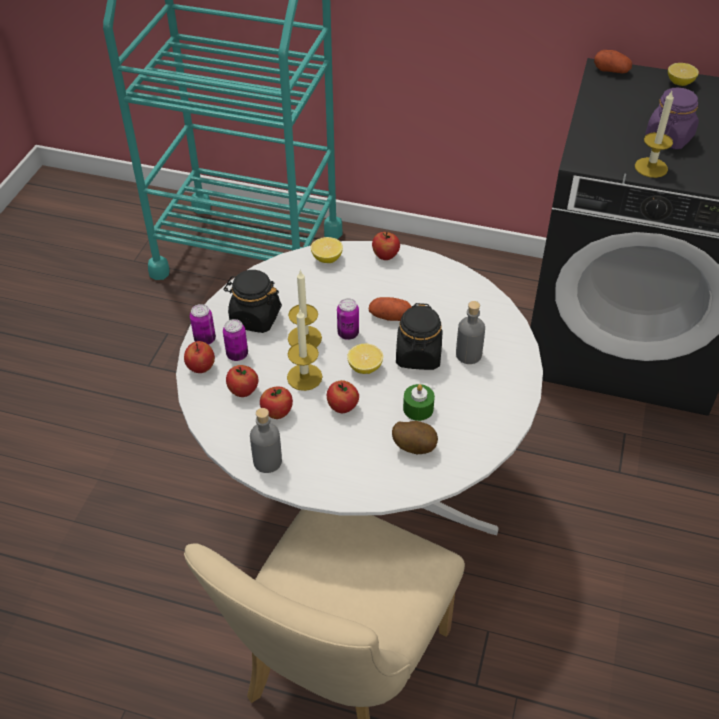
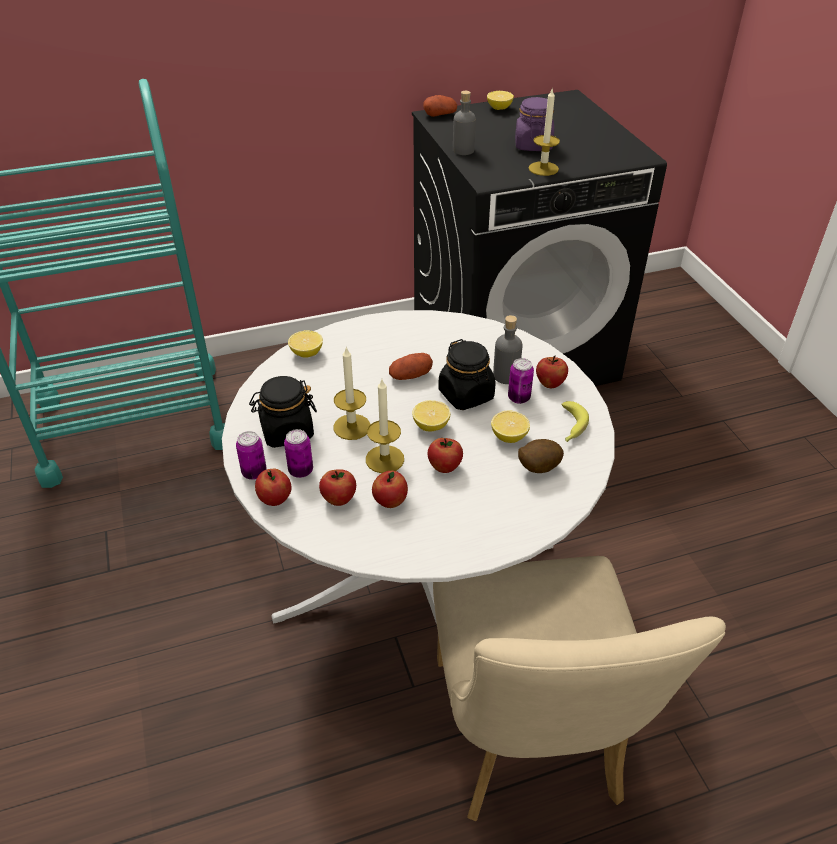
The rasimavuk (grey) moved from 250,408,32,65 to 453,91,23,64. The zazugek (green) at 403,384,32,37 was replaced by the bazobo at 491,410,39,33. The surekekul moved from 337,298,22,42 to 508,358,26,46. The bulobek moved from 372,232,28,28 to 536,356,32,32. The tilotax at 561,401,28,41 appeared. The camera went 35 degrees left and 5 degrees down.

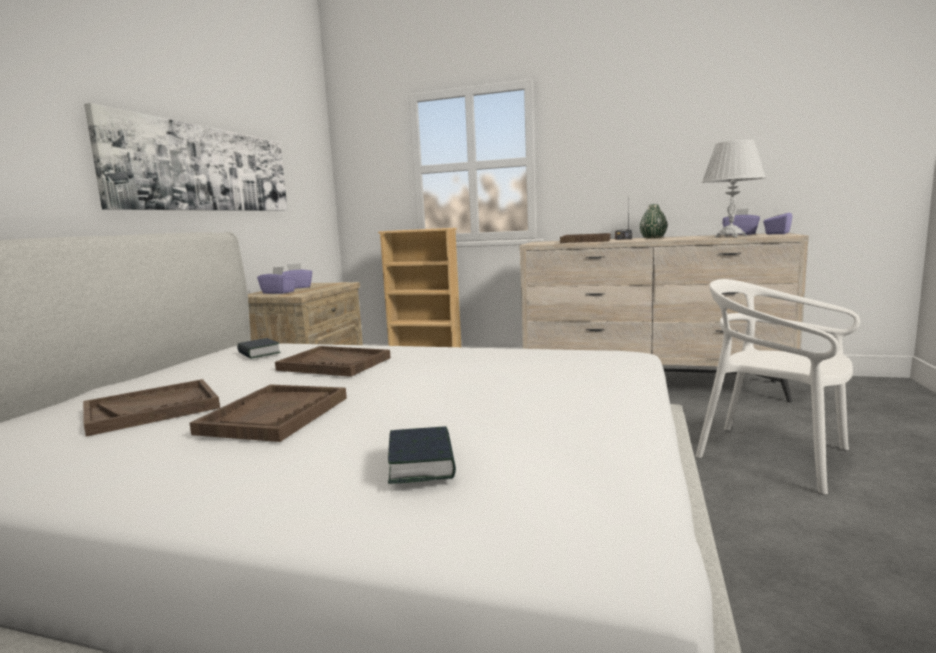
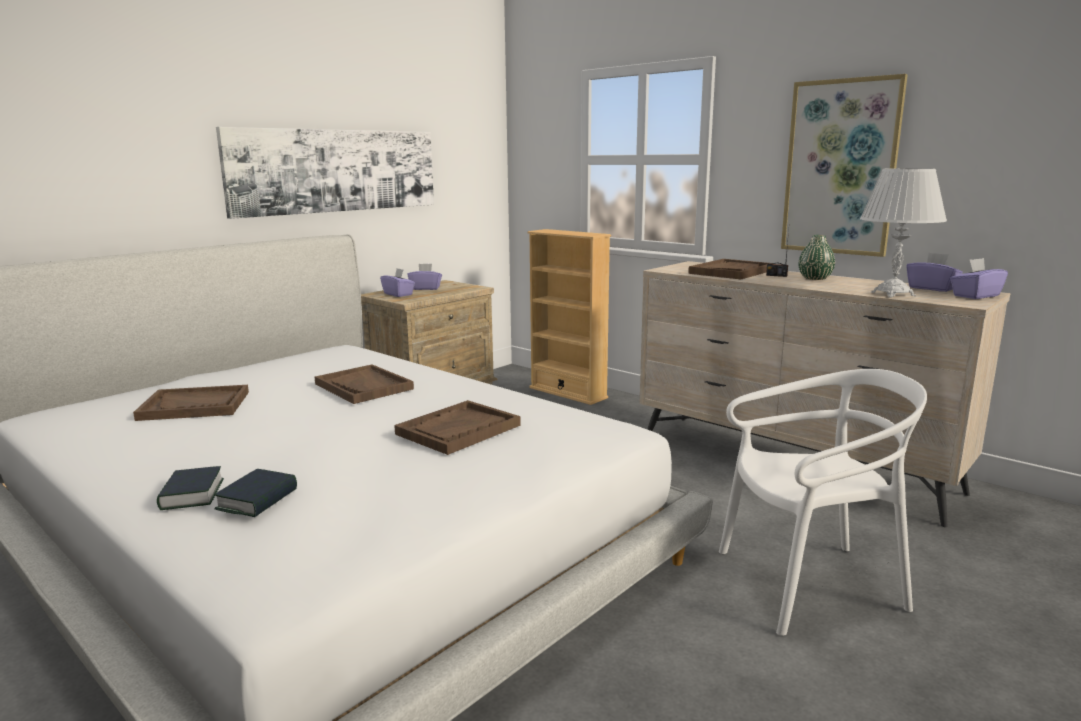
The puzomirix moved from 237,338,44,21 to 157,466,67,44. The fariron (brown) moved from 190,384,157,58 to 394,400,127,55. The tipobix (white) at 696,279,164,216 turned 105 degrees clockwise. The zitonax at 781,74,127,183 appeared. The camera went 25 degrees right and 5 degrees up.

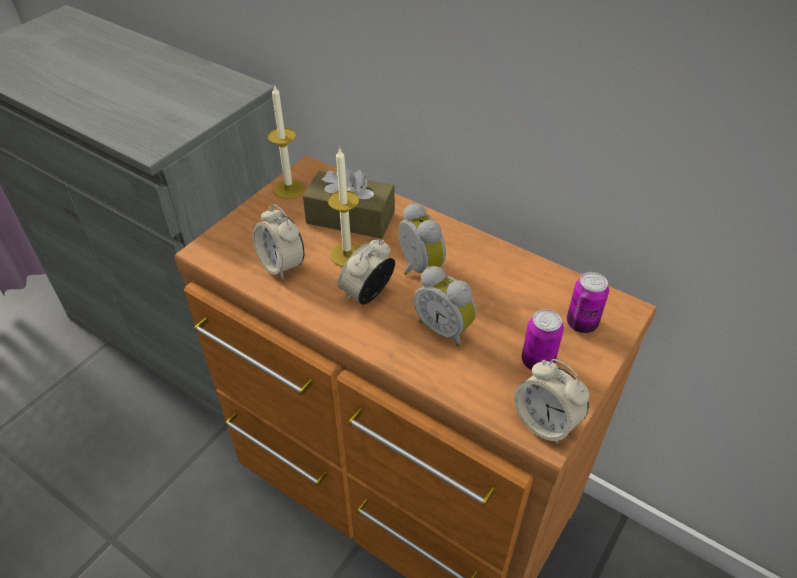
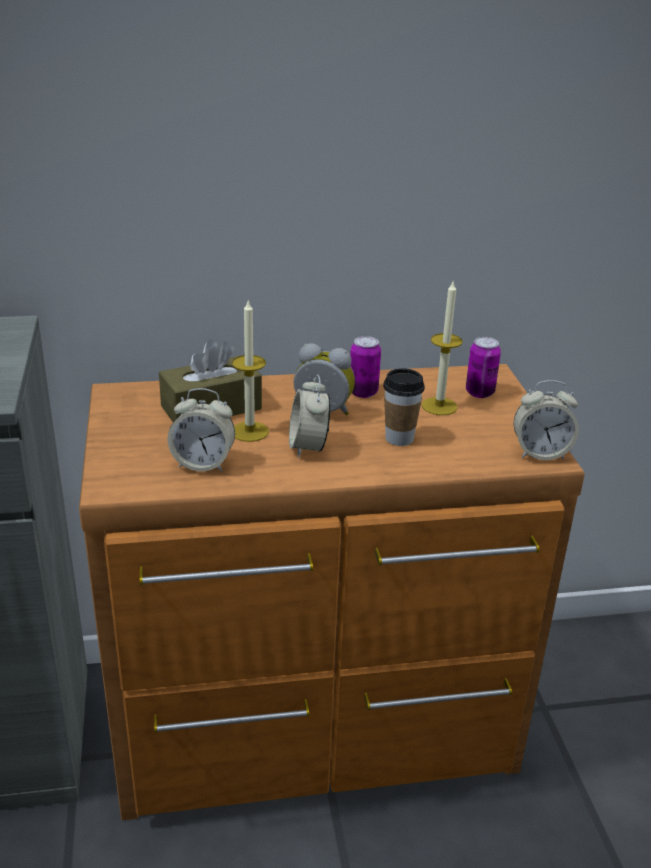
The surekekul moved from 522,309,42,61 to 350,336,31,62. The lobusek at 414,266,62,81 was replaced by the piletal at 383,368,42,78. The zazugek moved from 268,84,37,115 to 422,282,41,133. The camera went 45 degrees left and 15 degrees down.

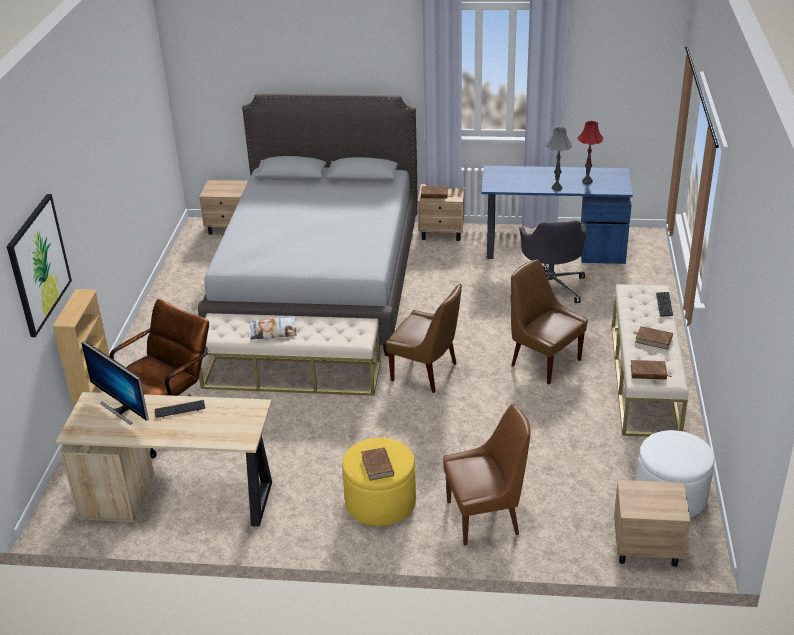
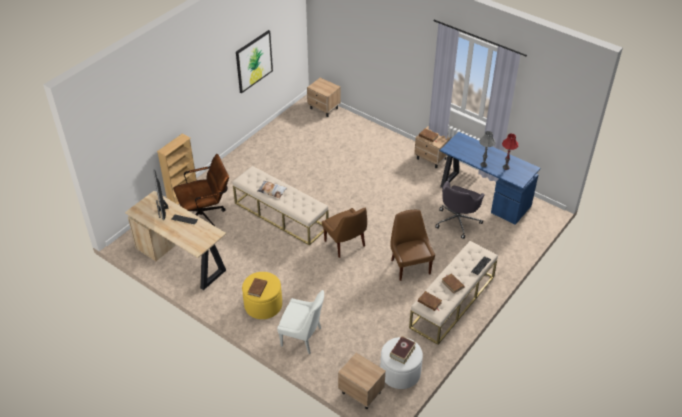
The zitonax moved from 7,194,65,143 to 236,30,37,63. The tipobix (brown) at 443,404,88,142 became the tipobix (white) at 277,290,47,64. The puzomirix at 390,336,26,28 appeared. The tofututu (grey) at 198,94,219,262 disappeared. The camera went 30 degrees right and 10 degrees up.

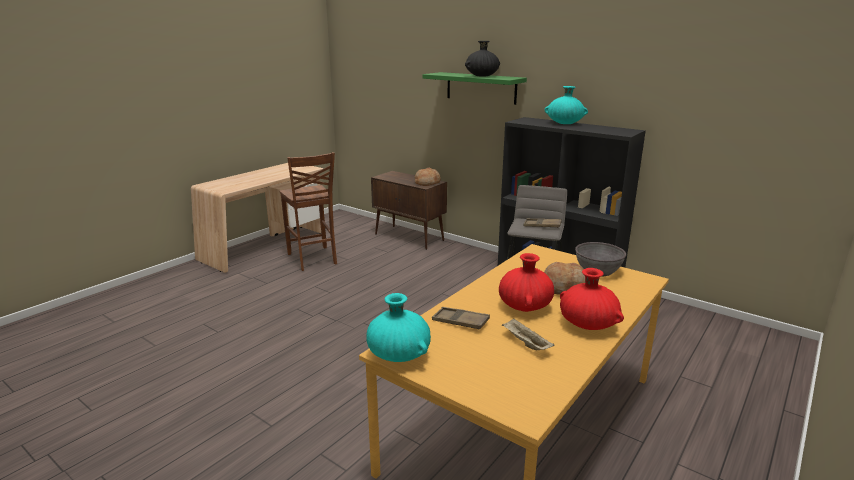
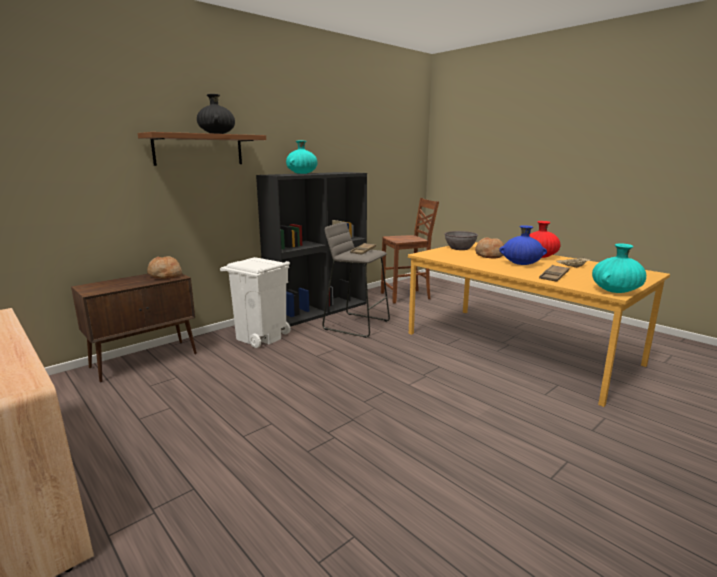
The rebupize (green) at 422,72,105,33 became the rebupize (brown) at 138,132,128,34. The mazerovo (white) at 220,257,71,91 appeared. The tipobix (brown) moved from 279,152,58,119 to 381,198,58,106. The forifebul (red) at 499,253,55,59 became the forifebul (blue) at 499,225,48,40. The camera went 80 degrees left and 5 degrees down.

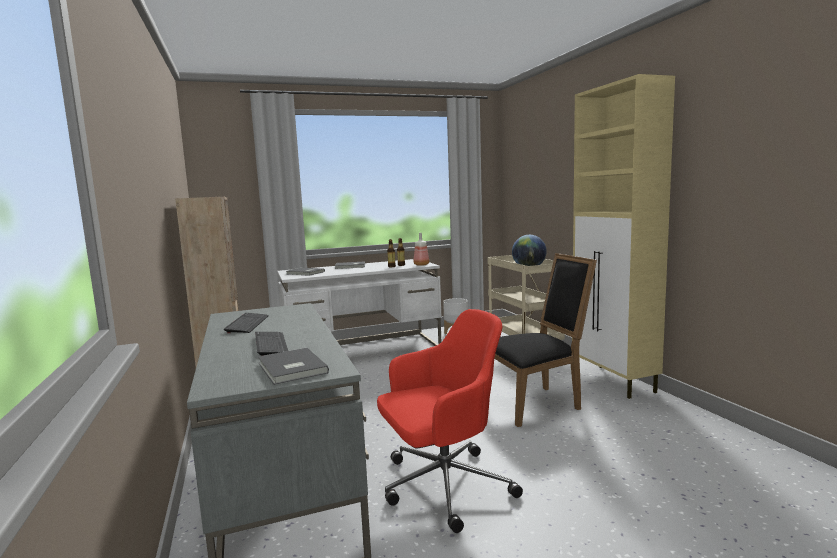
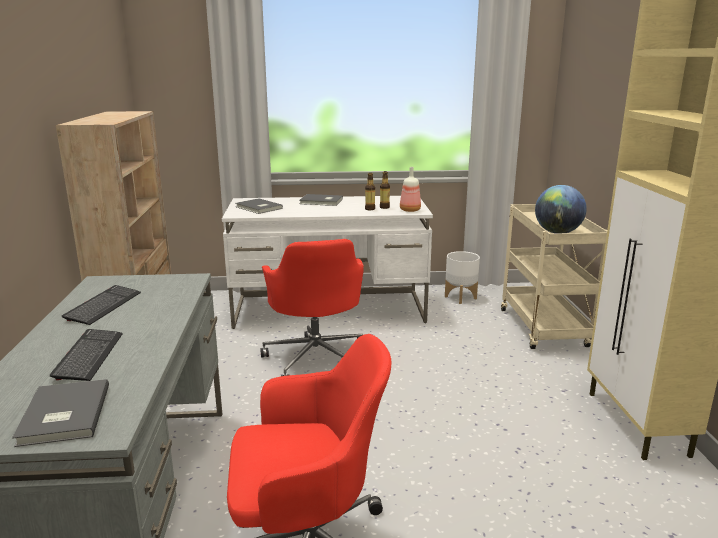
The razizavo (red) at 260,239,104,137 appeared. The tipobix (black) at 494,253,103,174 disappeared. The camera went 15 degrees right and 10 degrees up.

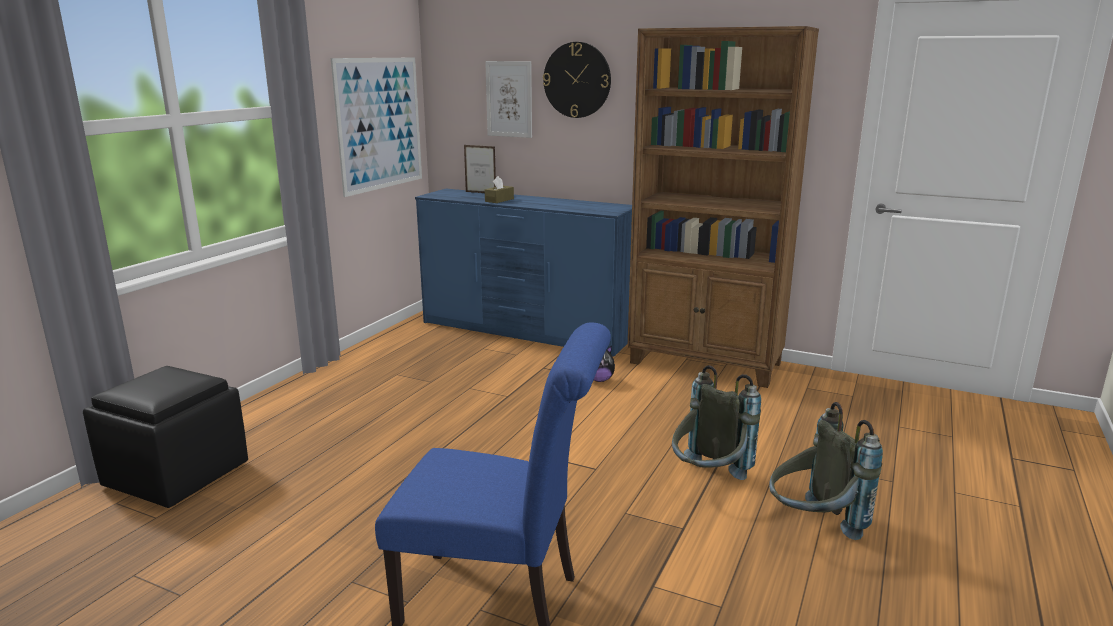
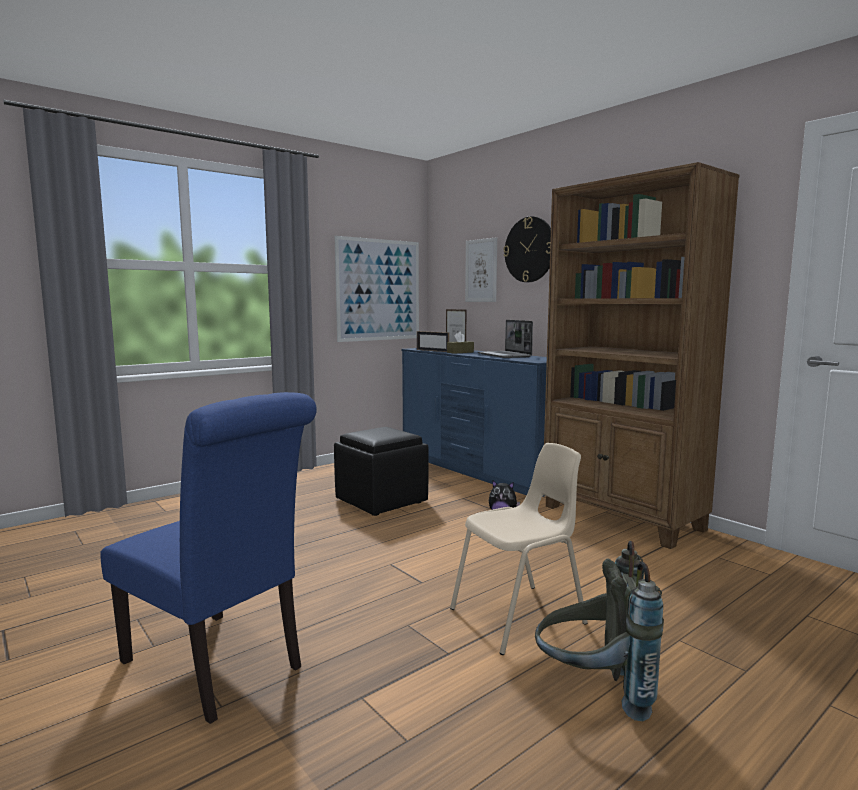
The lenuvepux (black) moved from 83,366,165,142 to 334,427,95,89. The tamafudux at 417,331,32,21 appeared. The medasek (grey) at 672,365,89,115 was replaced by the tipobix (beige) at 450,443,138,212. The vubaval at 478,320,55,38 appeared. The camera went 25 degrees right and 10 degrees down.

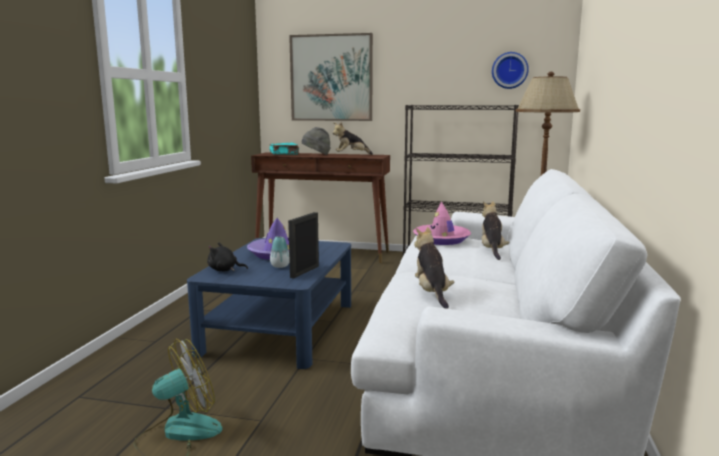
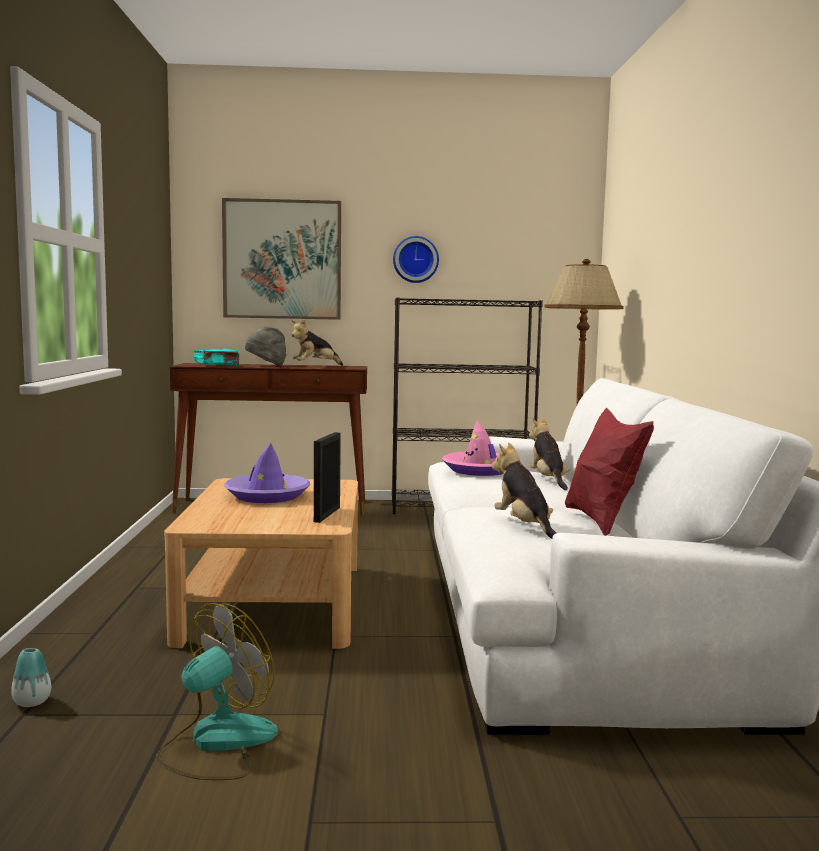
The forifebul moved from 270,236,20,32 to 11,648,40,59. The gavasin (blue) at 187,238,164,131 became the gavasin (beige) at 164,478,194,171. The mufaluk moved from 492,52,37,37 to 393,236,46,47. The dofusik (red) at 565,408,89,128 appeared. The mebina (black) at 207,242,41,29 disappeared. The camera went 15 degrees left and 5 degrees down.

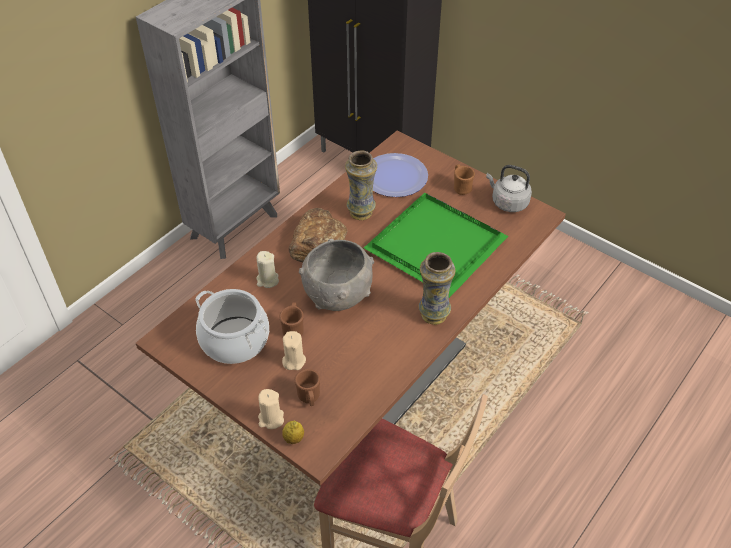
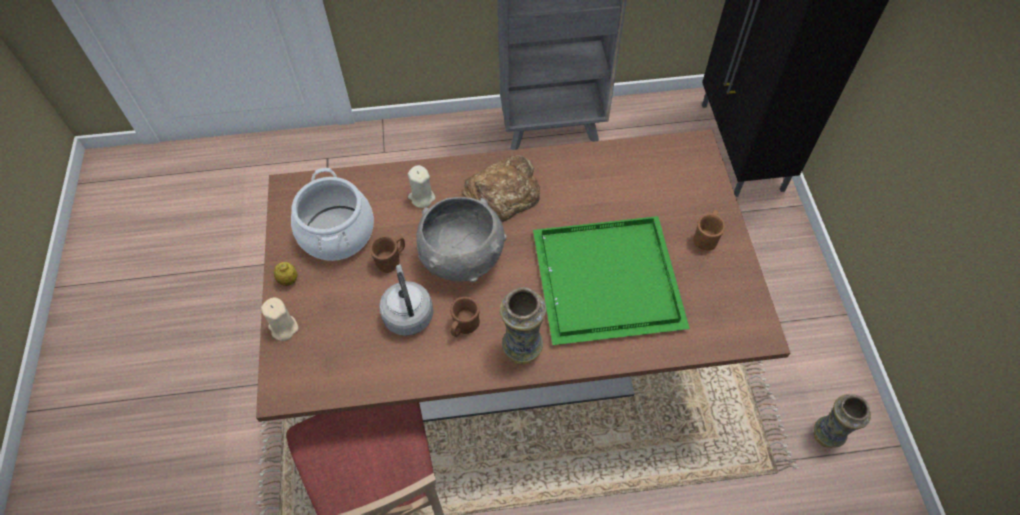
The bazobo moved from 282,421,22,23 to 274,262,24,24. The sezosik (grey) moved from 486,165,46,47 to 379,264,54,72. The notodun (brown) moved from 295,369,25,37 to 450,297,30,40. The forifebul moved from 345,151,32,69 to 814,395,57,53. The zazugek (beige) at 282,331,24,39 disappeared. The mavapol at 373,153,55,44 disappeared. The camera went 45 degrees right and 10 degrees up.

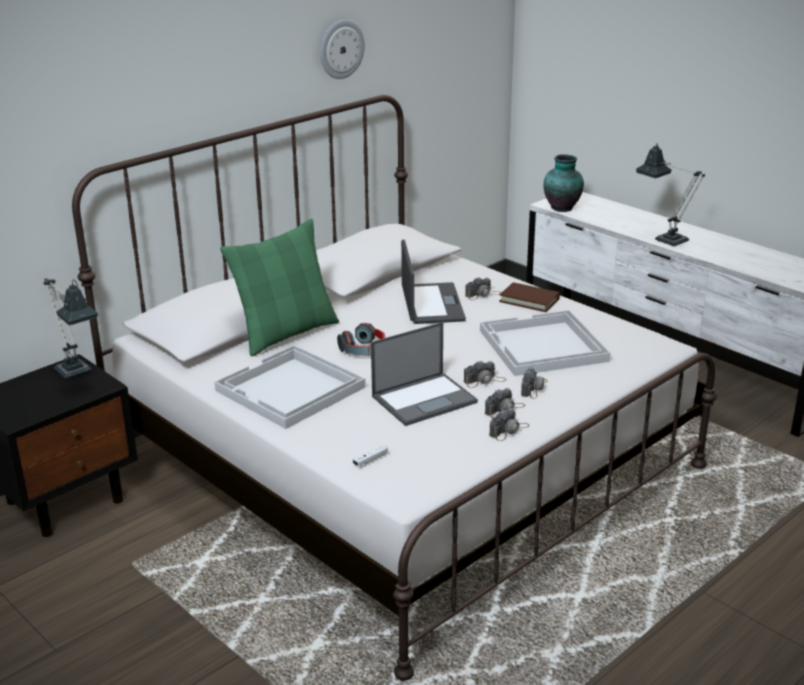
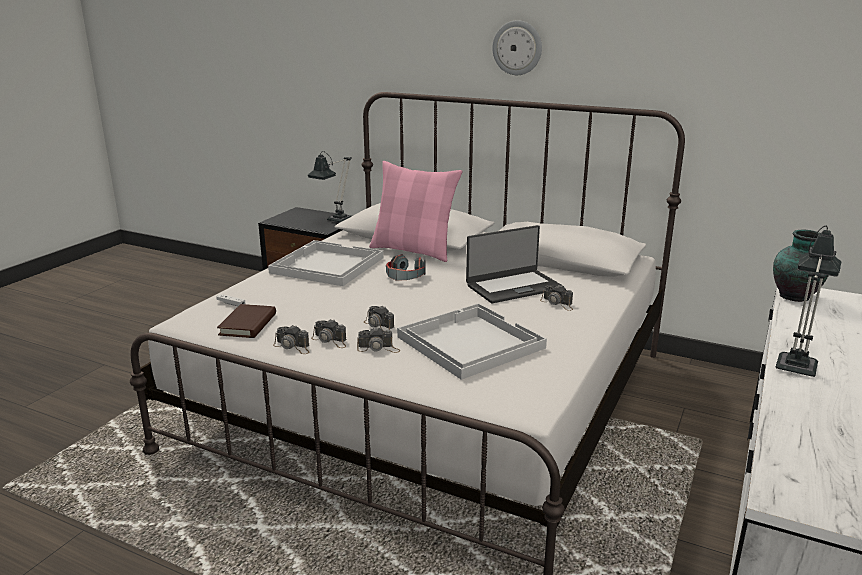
The puzomirix (brown) moved from 499,282,61,30 to 217,304,59,34. The dofusik (green) at 220,219,119,137 became the dofusik (pink) at 369,161,93,101. The mufaluk moved from 320,20,45,59 to 492,20,50,55. The vubaval at 371,322,107,104 disappeared. The camera went 70 degrees right and 5 degrees down.

